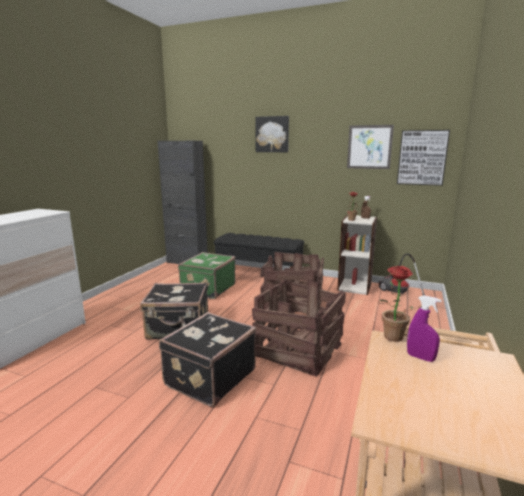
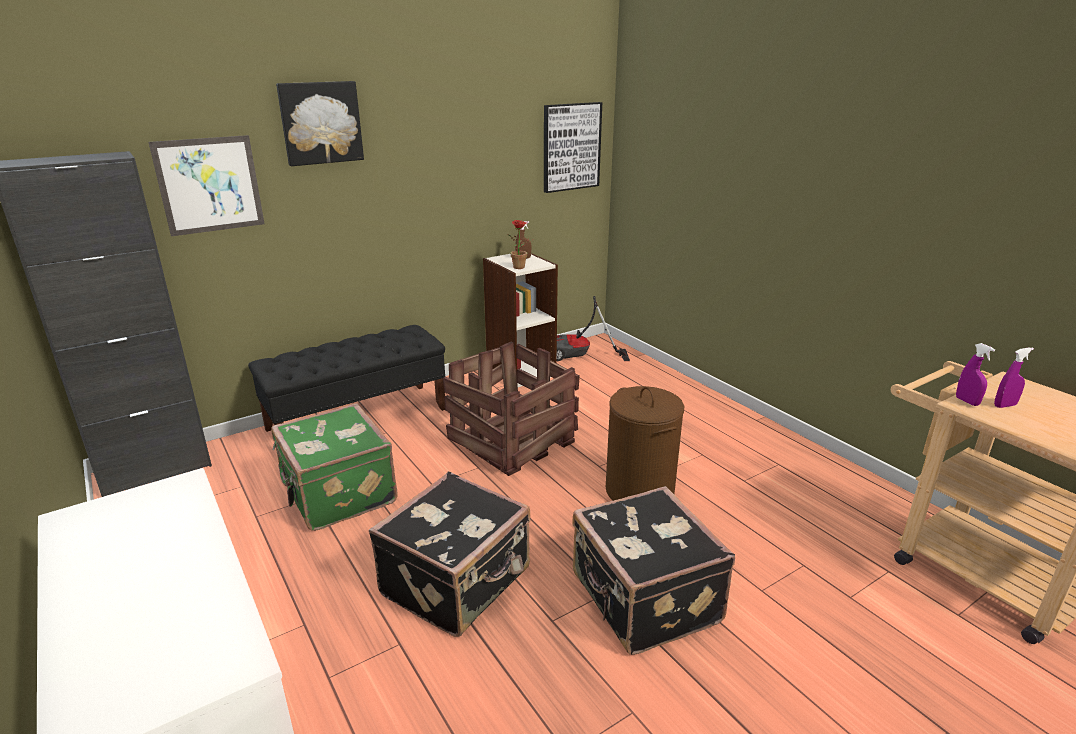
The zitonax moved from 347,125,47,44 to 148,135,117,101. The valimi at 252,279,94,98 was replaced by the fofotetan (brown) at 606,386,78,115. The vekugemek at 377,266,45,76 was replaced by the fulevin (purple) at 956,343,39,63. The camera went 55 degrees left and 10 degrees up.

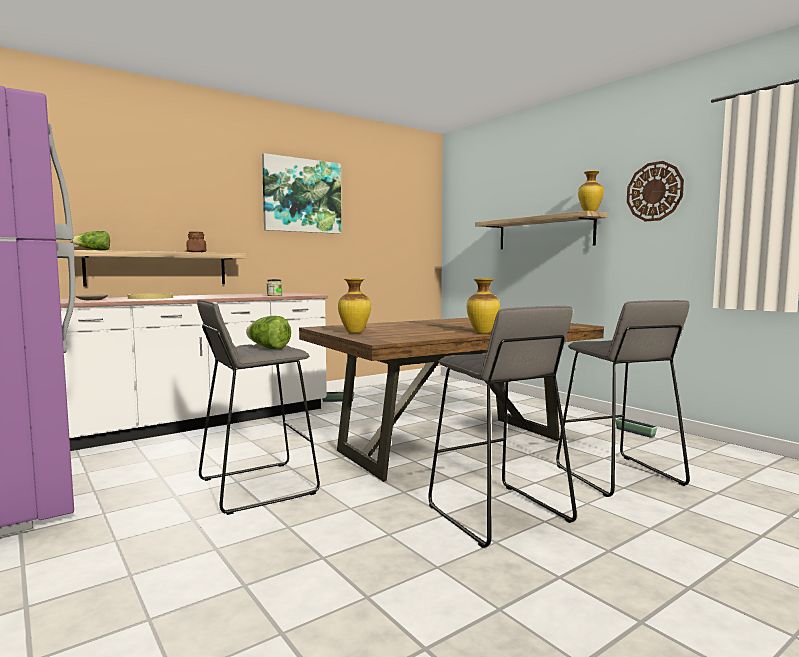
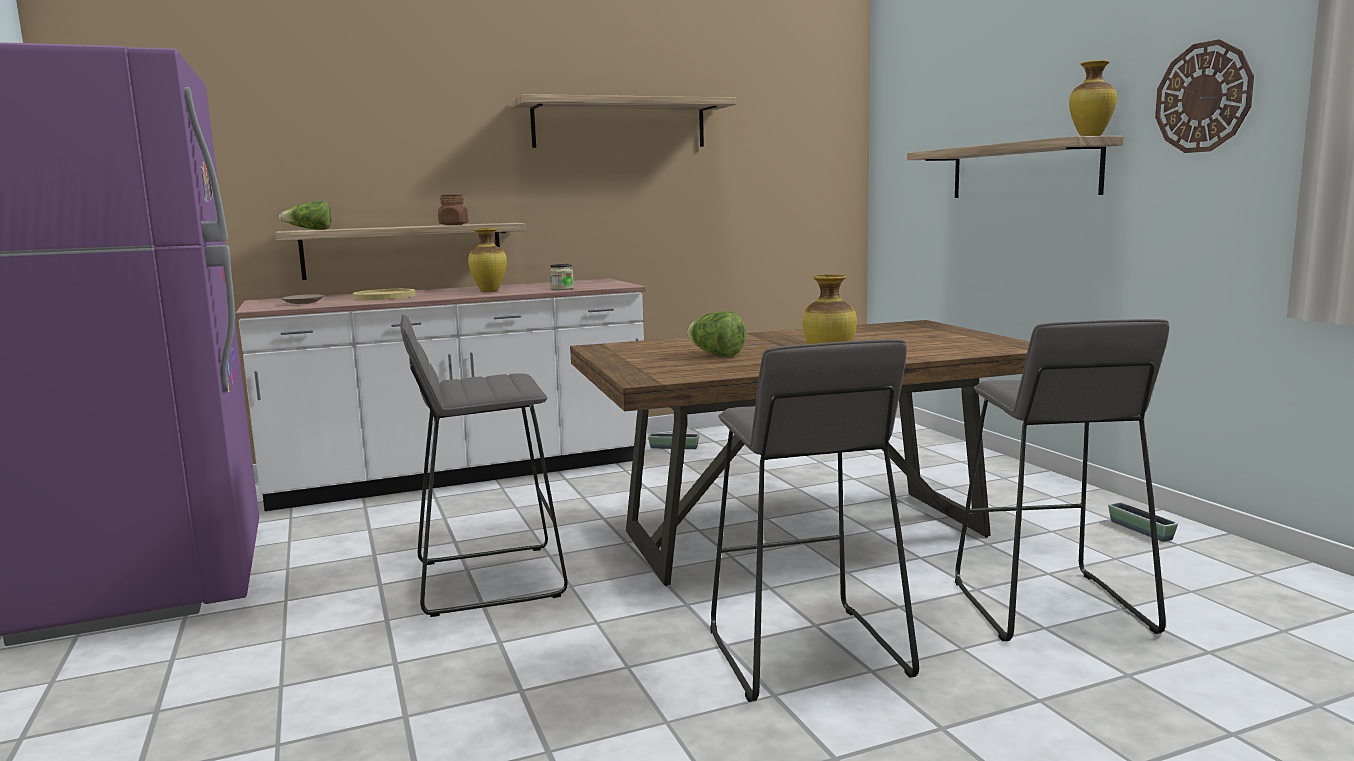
The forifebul moved from 338,278,33,55 to 468,228,39,64. The zitonax at 262,153,79,81 was replaced by the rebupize at 512,94,224,54. The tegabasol moved from 246,316,45,33 to 687,311,59,46. The camera went 15 degrees right and 5 degrees up.

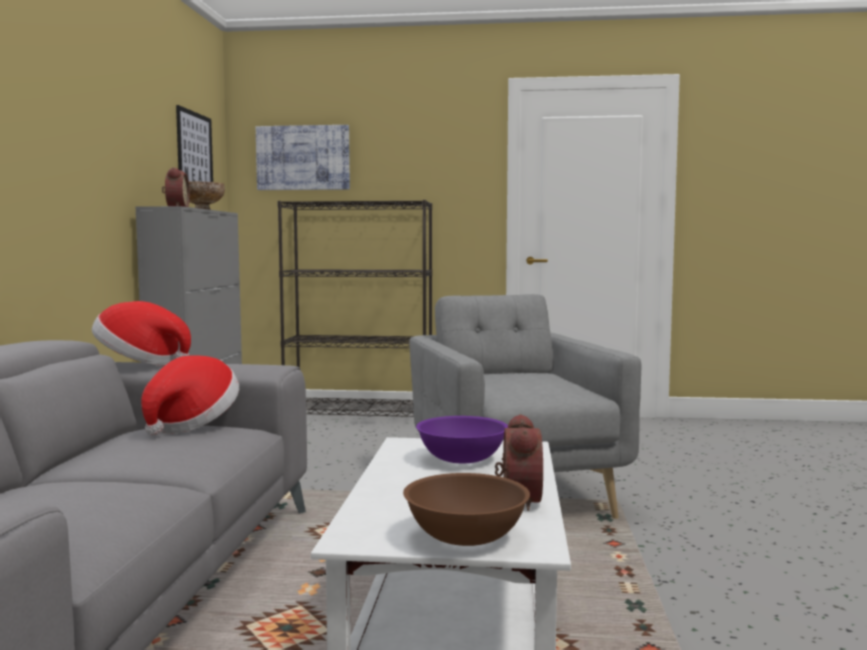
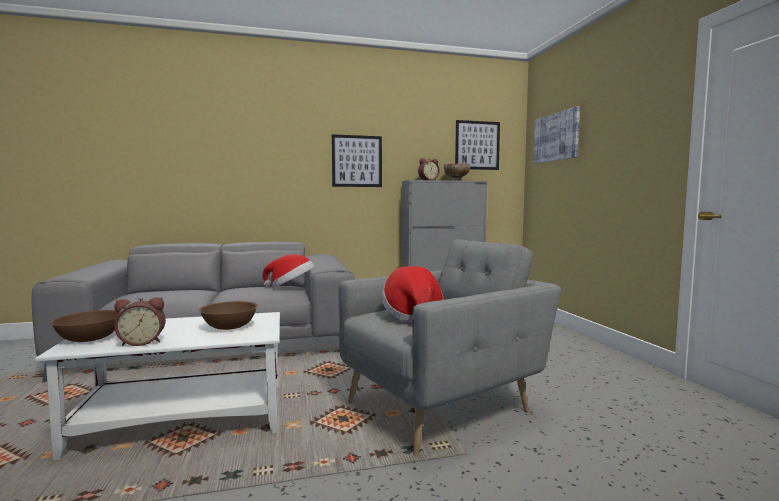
The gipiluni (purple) at 416,416,92,47 became the gipiluni (brown) at 199,301,59,29. The zitonax at 332,134,50,53 appeared. The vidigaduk moved from 92,301,99,64 to 382,266,61,57. The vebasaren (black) at 278,200,154,217 disappeared. The camera went 70 degrees right and 0 degrees up.

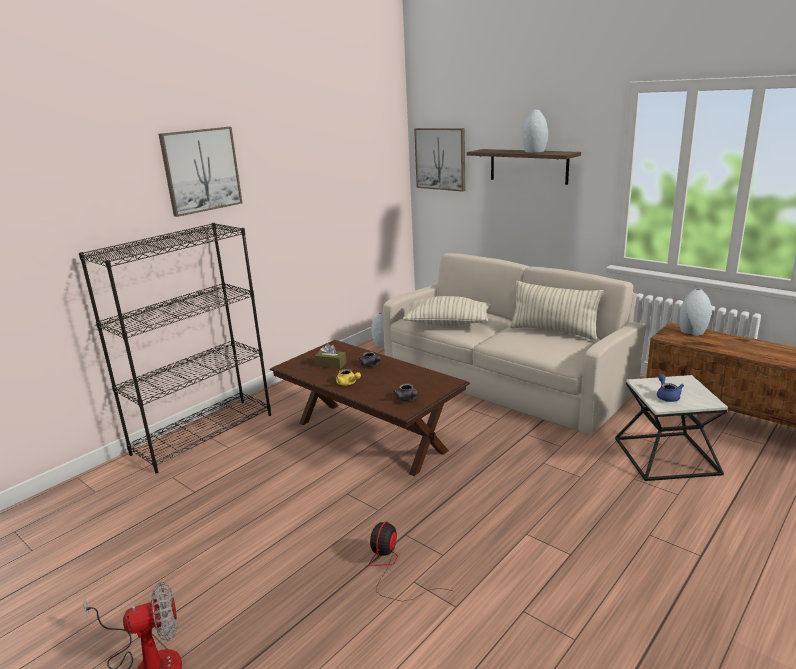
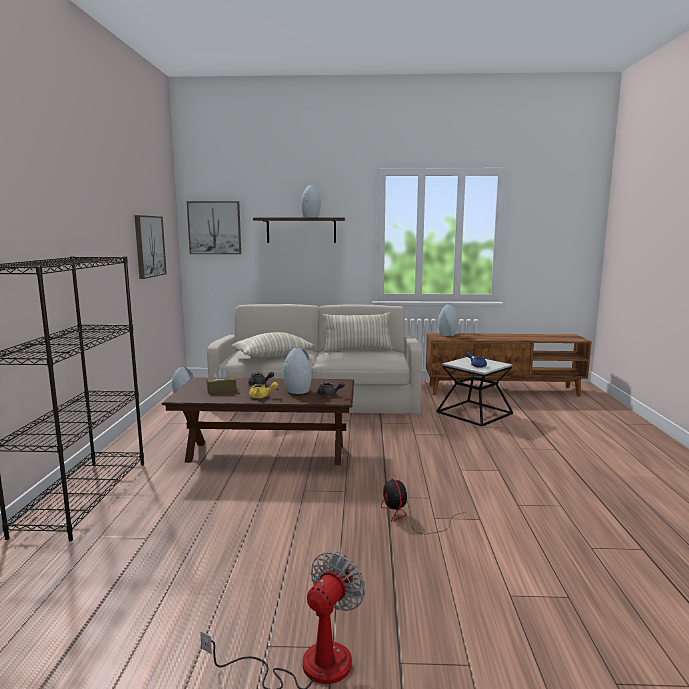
The zitonax moved from 159,127,83,90 to 134,215,33,64. The forifebul (grey) at 283,347,28,47 appeared. The camera went 40 degrees left and 10 degrees down.

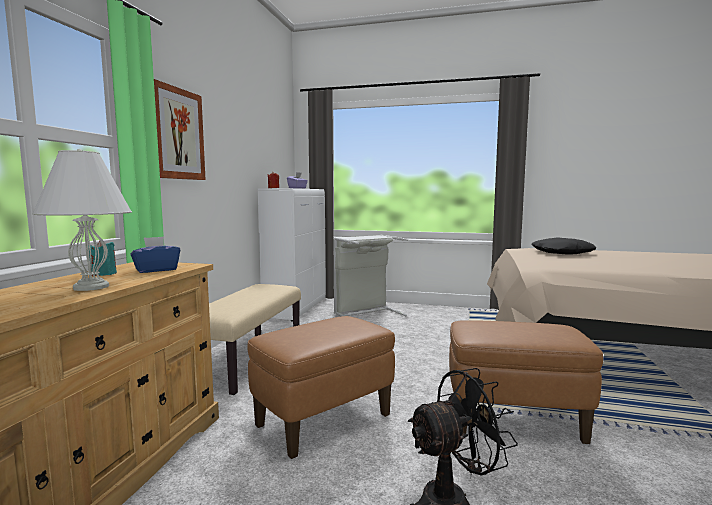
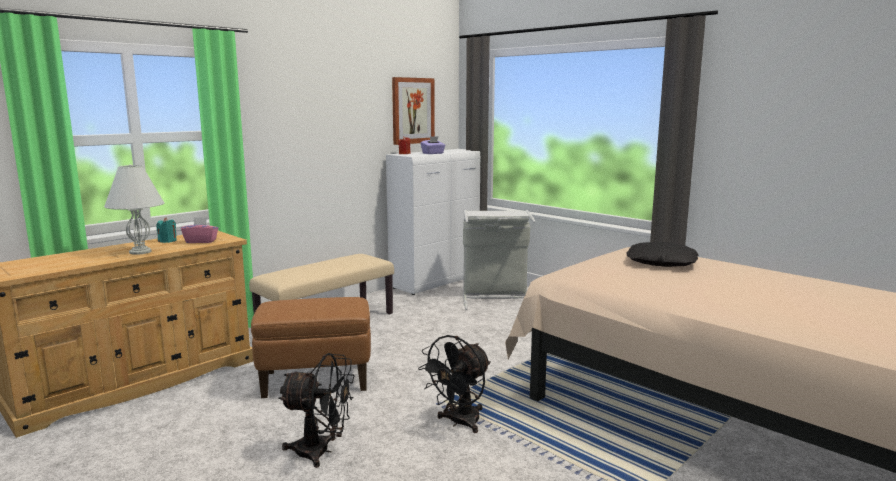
The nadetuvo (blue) at 130,236,50,37 became the nadetuvo (pink) at 181,217,37,26. The zitonax moved from 154,79,52,101 to 392,77,43,68. The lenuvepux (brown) at 449,320,154,124 was replaced by the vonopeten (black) at 418,335,73,98. The camera went 30 degrees right and 5 degrees up.

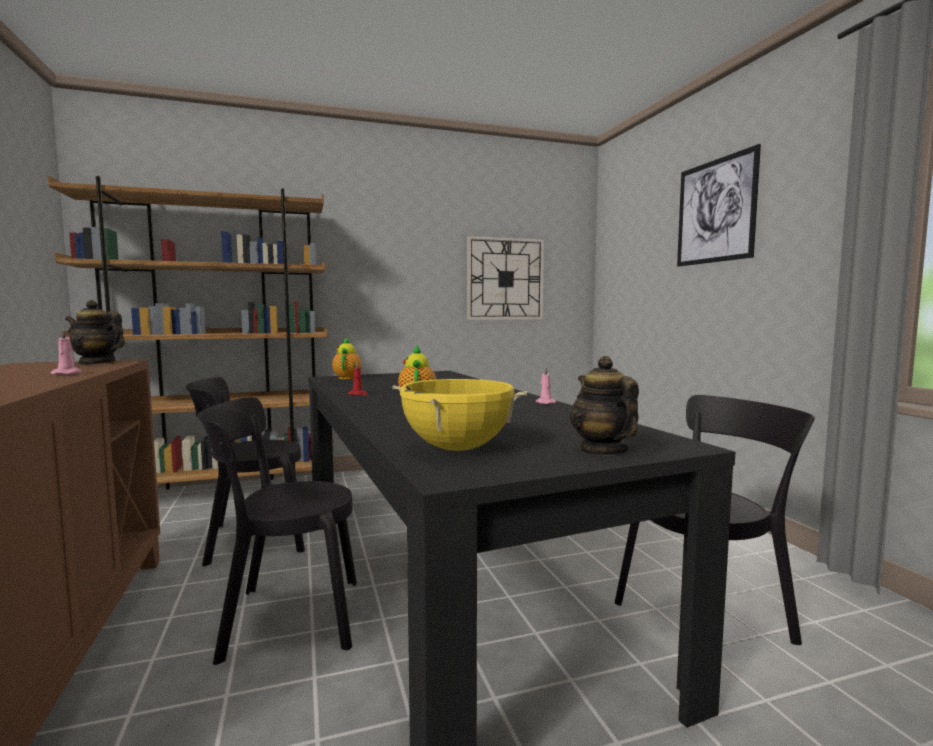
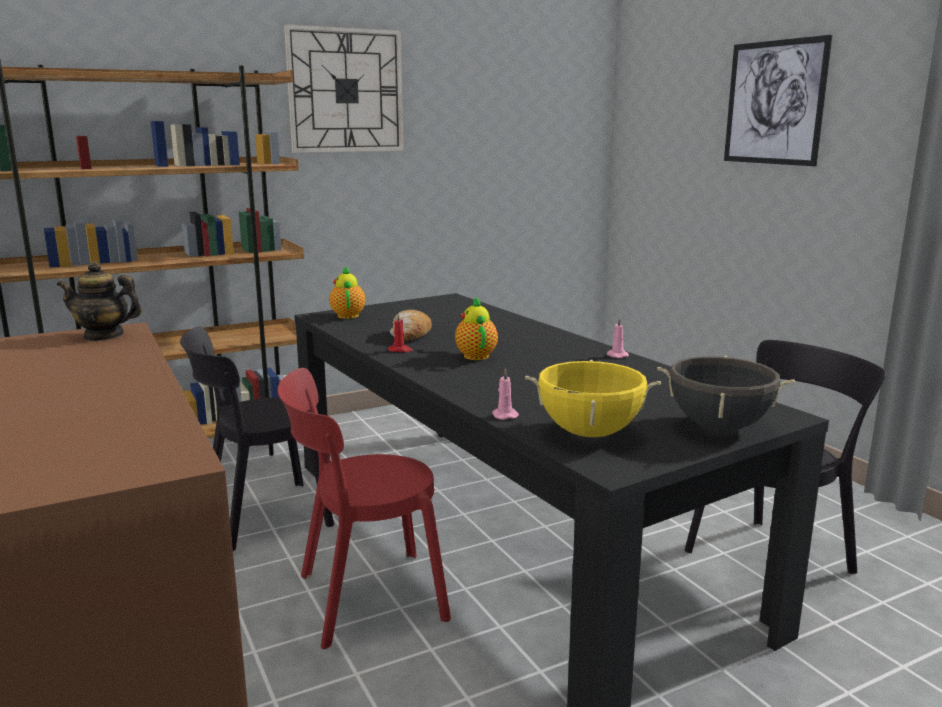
The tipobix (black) at 198,397,159,268 became the tipobix (red) at 277,368,174,281. The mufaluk moved from 467,236,77,84 to 284,24,120,129. The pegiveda at 390,310,42,31 appeared. The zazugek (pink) moved from 51,329,31,46 to 492,368,27,52. The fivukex at 570,356,69,100 was replaced by the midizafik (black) at 657,356,138,75. The camera went 10 degrees left and 10 degrees up.

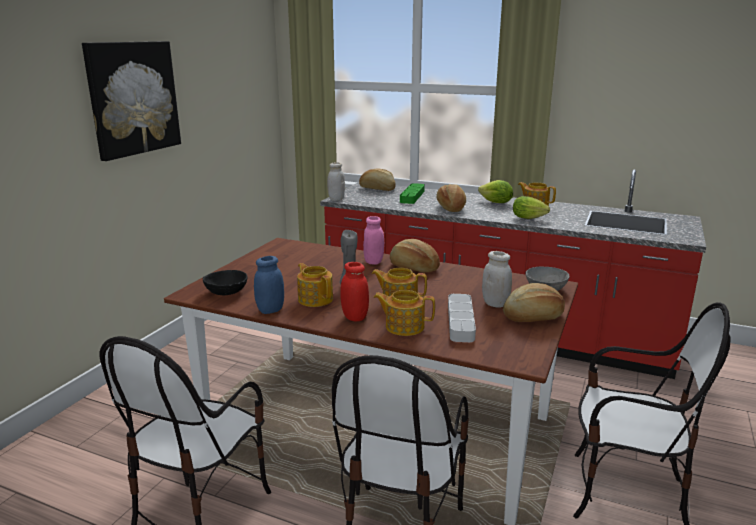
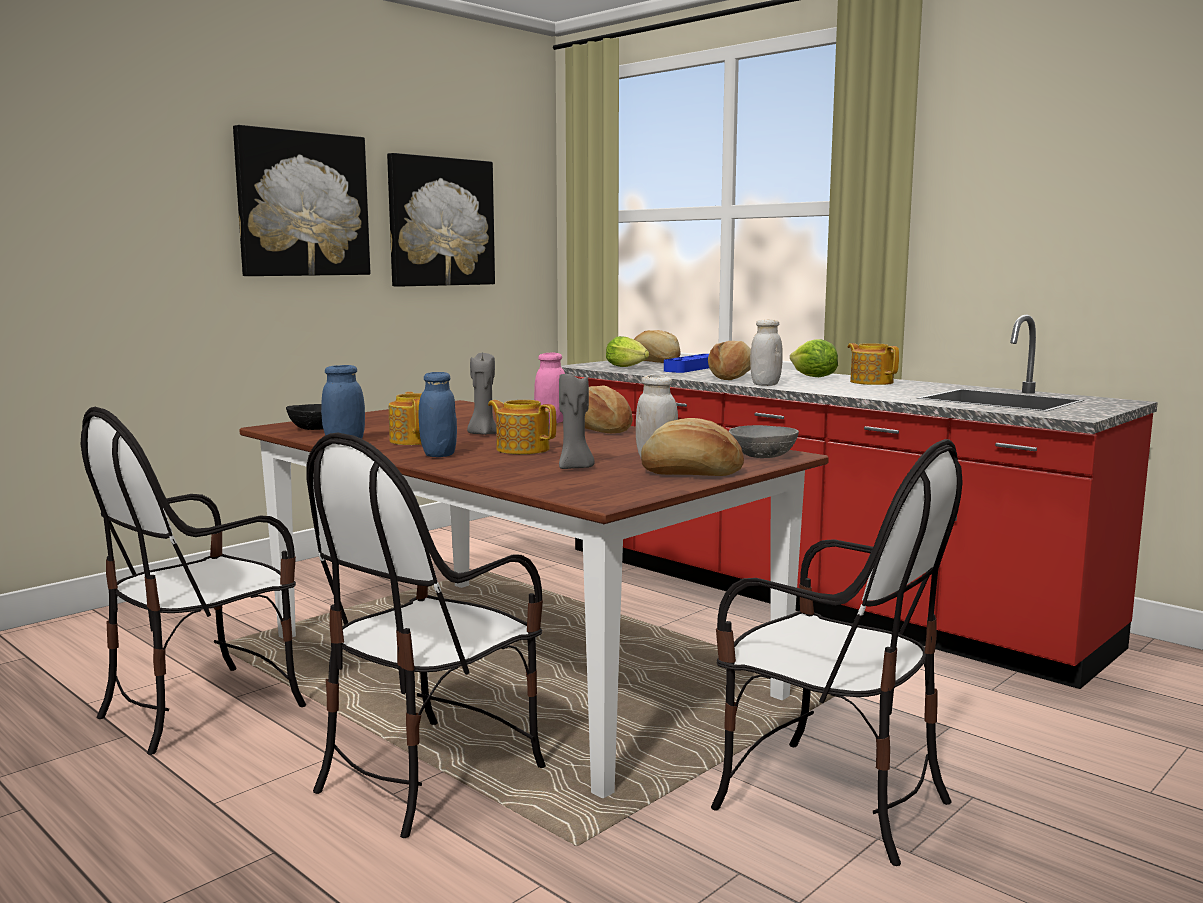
The zitonax at 387,153,108,134 appeared. The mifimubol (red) at 340,262,29,59 became the mifimubol (blue) at 418,372,39,85. The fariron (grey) at 448,294,28,48 was replaced by the zazugek (grey) at 559,374,36,95. The tegabasol moved from 513,196,37,23 to 606,336,43,31. The fariron (green) at 400,183,25,21 became the fariron (blue) at 664,354,45,19. The mifimubol (white) moved from 327,162,18,39 to 750,320,33,66. The fivukex at 373,290,62,46 disappeared. The camera went 20 degrees right and 10 degrees down.

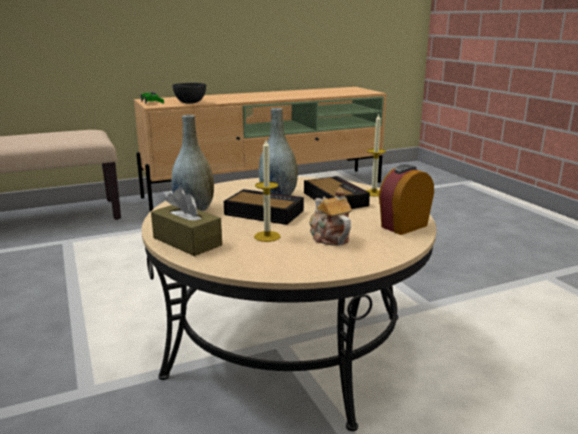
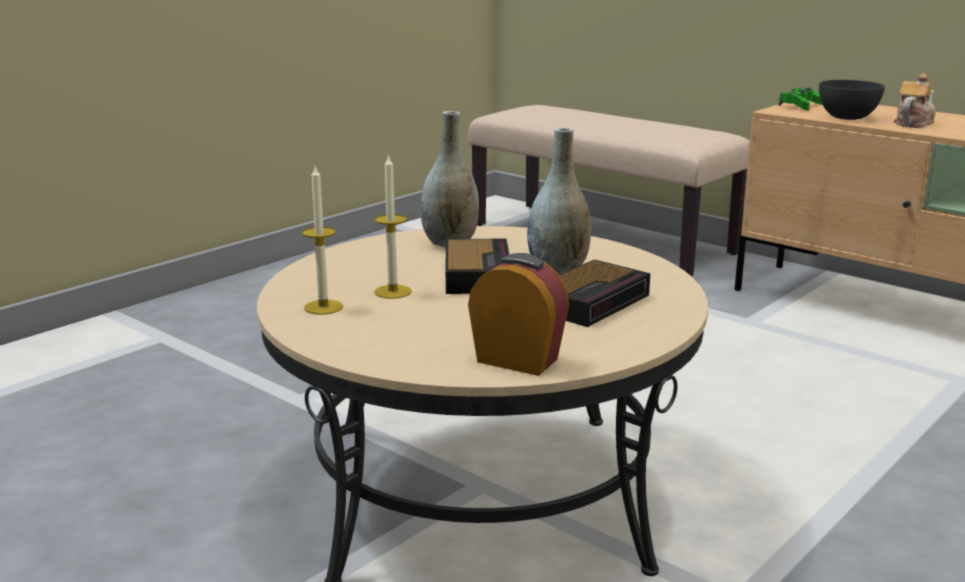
The zazugek moved from 365,113,21,84 to 302,165,41,150. The fivukex moved from 309,188,43,58 to 894,73,42,55. The nadetuvo (brown) at 151,187,71,69 disappeared. The camera went 65 degrees right and 0 degrees up.

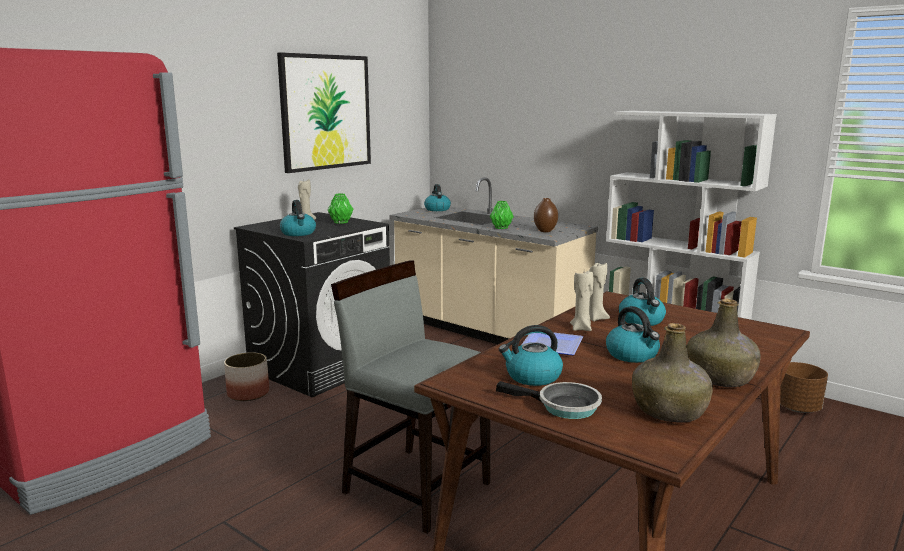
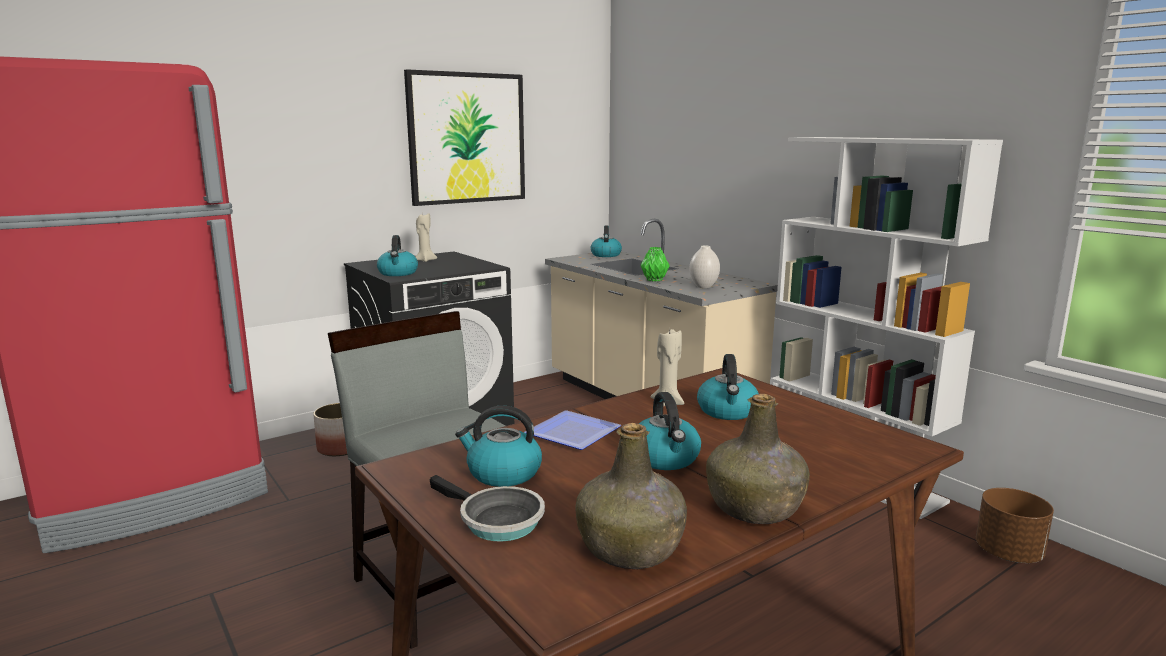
The forifebul (brown) at 534,198,24,34 became the forifebul (white) at 689,245,31,43. The forifebul (green) at 328,193,25,31 disappeared. The zazugek (beige) at 570,271,23,60 disappeared. The camera went 15 degrees right and 0 degrees up.

